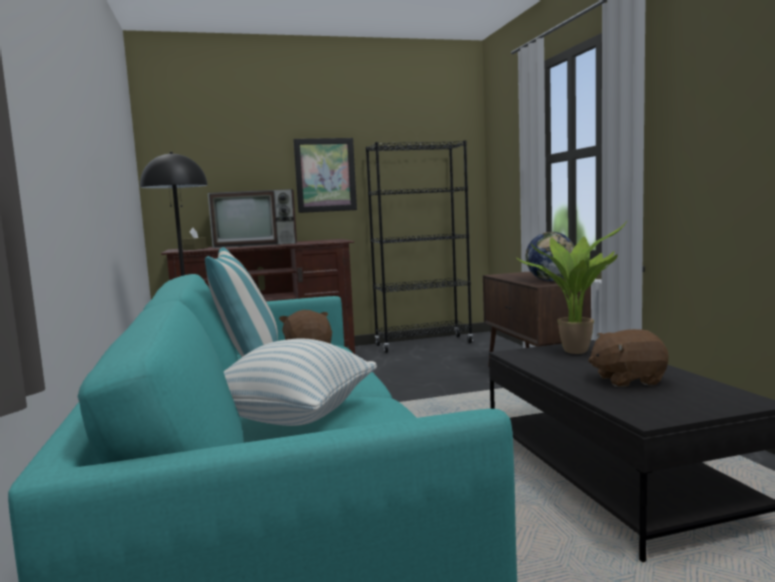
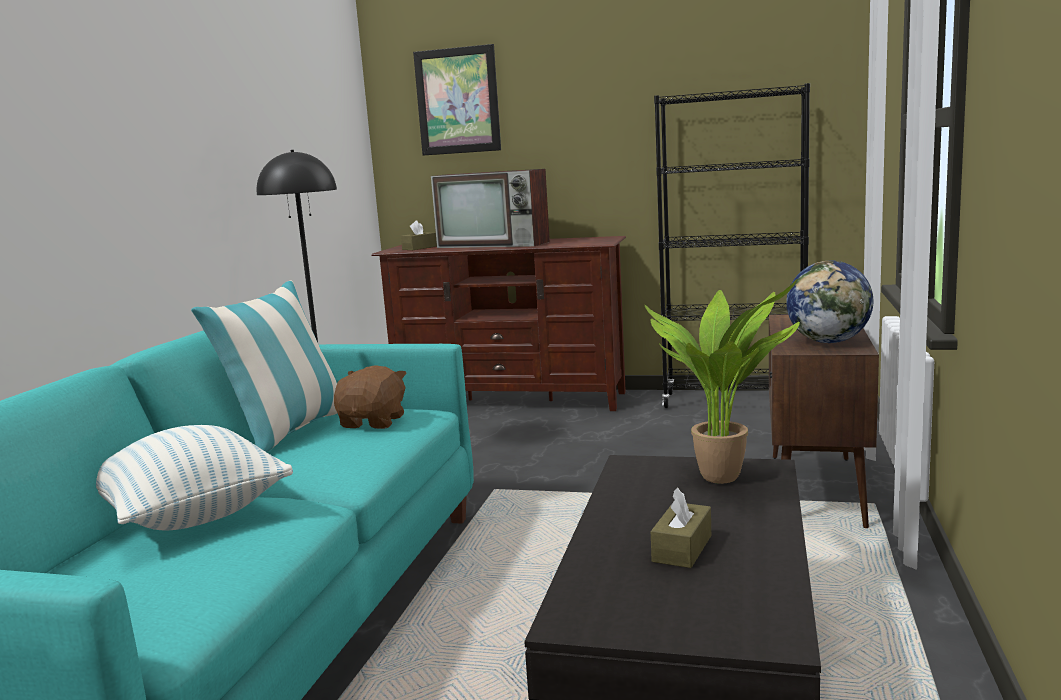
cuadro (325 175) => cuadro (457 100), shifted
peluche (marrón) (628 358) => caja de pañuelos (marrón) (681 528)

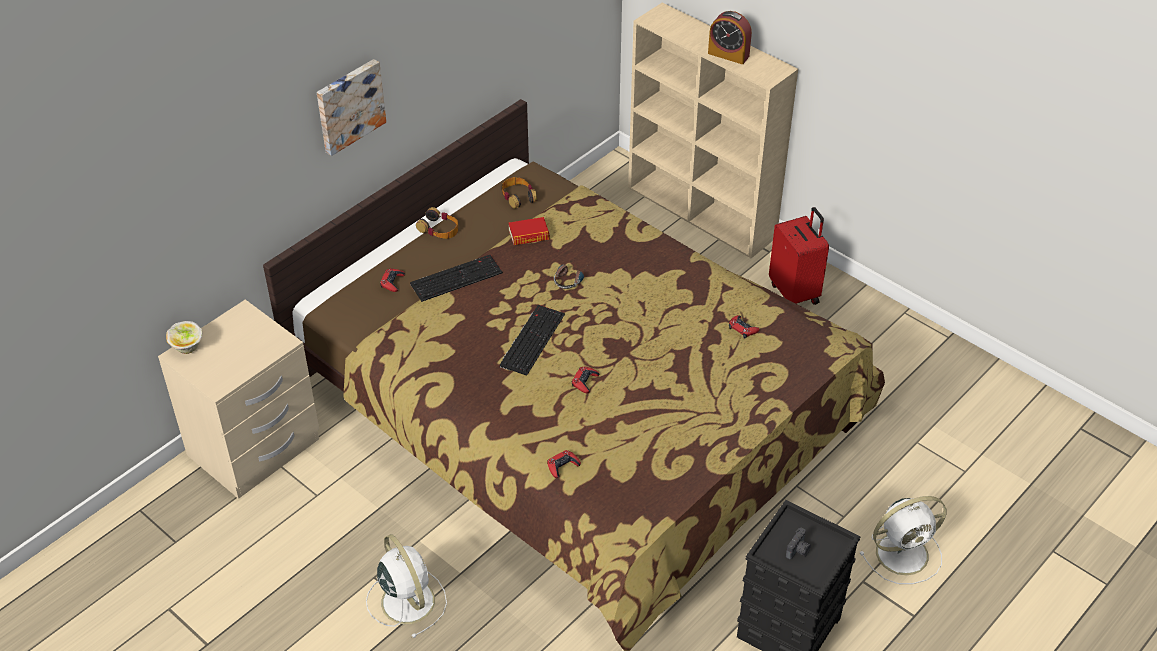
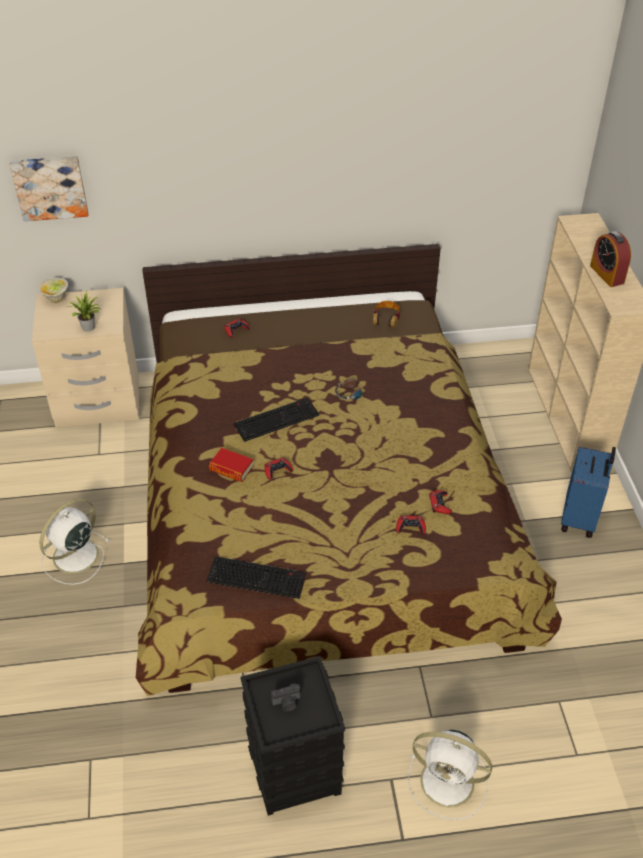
cuadro (351 107) => cuadro (49 188), shifted
ventilador (blanco) (406 586) => ventilador (blanco) (74 542), 150 degrees counterclockwise
nothing => planta en maceta (83 311)
teclado (456 278) => teclado (256 577), shifted
libro (528 231) => libro (231 465), shifted
mando de consola (rojo) (564 464) => mando de consola (rojo) (411 525), shifted
maleta (rojo) (799 256) => maleta (azul) (588 492)
auriculares (437 223) => nothing

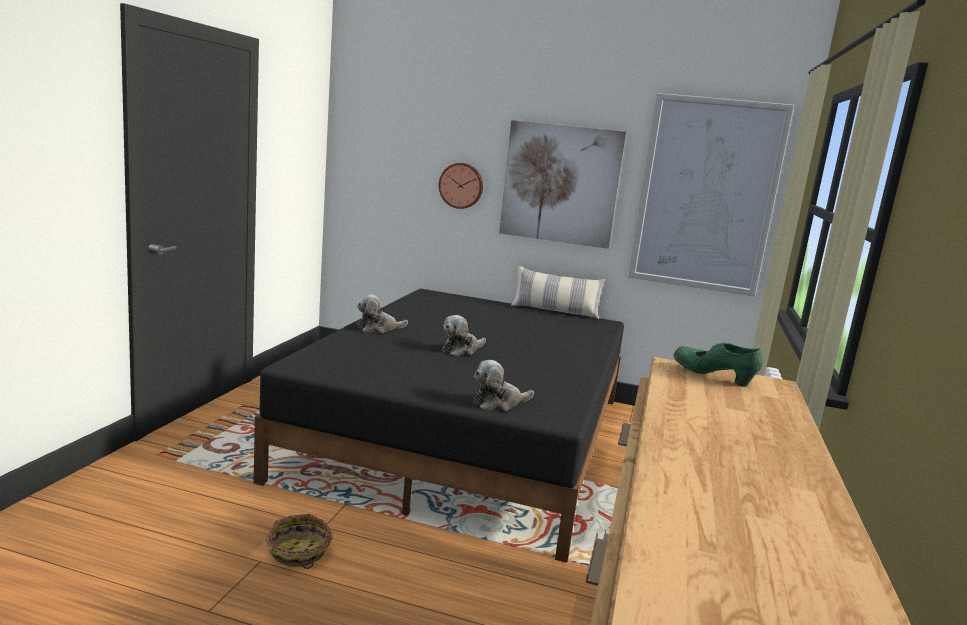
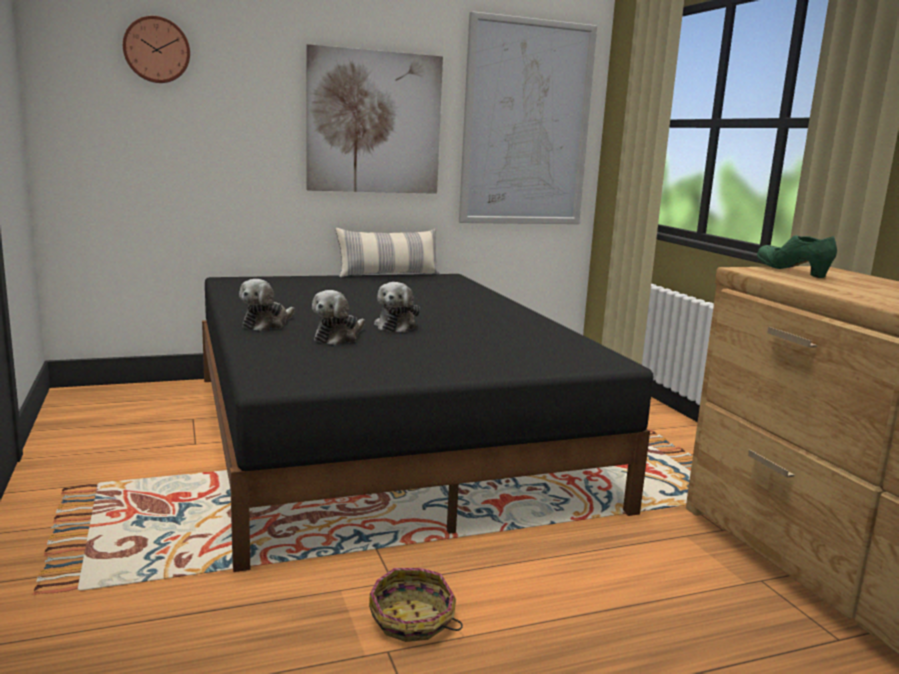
reloj de pared (461 186) => reloj de pared (156 49), shifted
peluche (504 385) => peluche (338 317), shifted
zapato (verde) (718 365) => zapato (verde) (797 256), 60 degrees clockwise

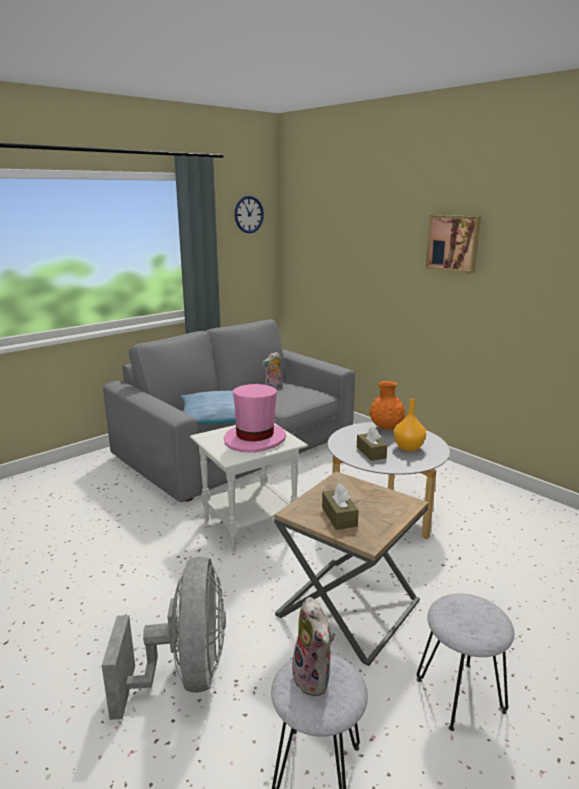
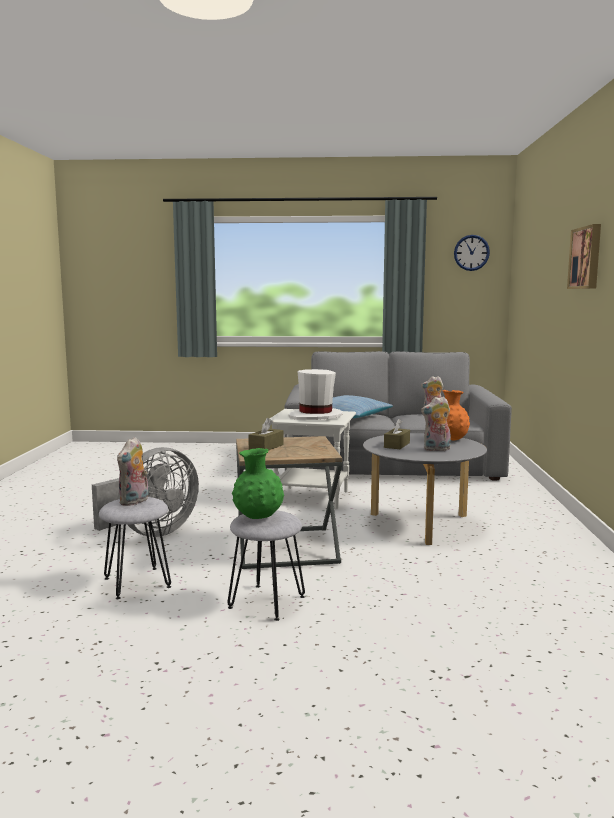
nothing => florero (verde) (258 483)
sombrero (rosa) (255 418) => sombrero (blanco) (315 394)
florero (naranja) (409 424) => peluche (436 423)

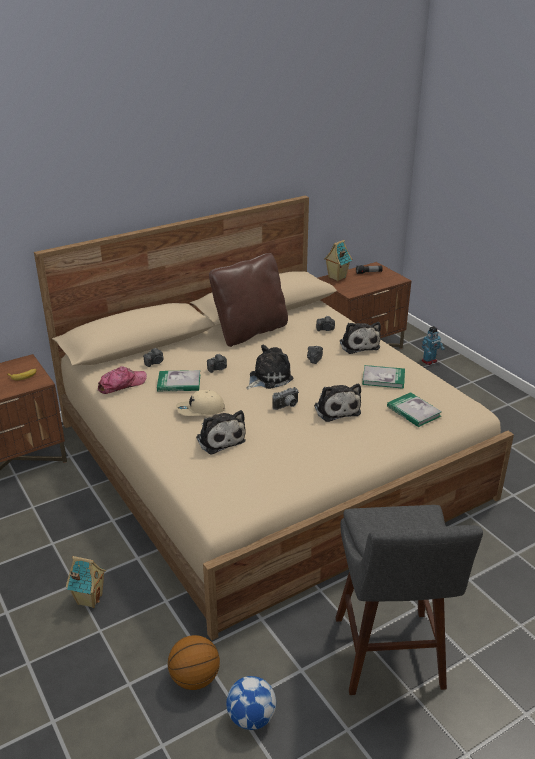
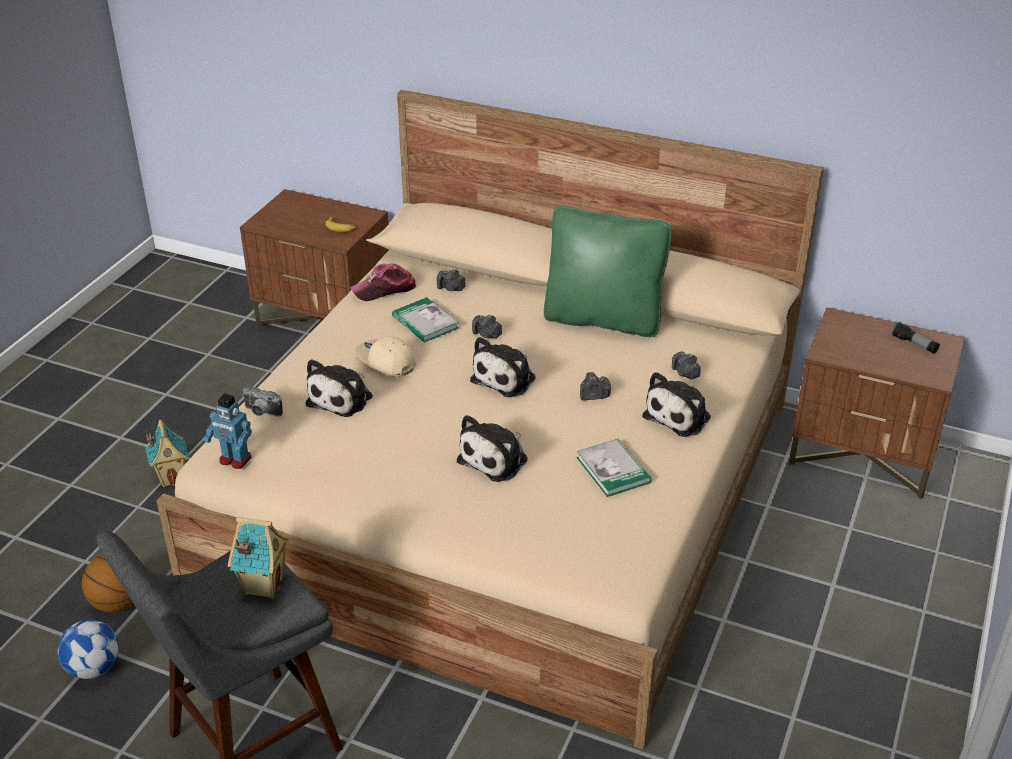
robot de juguete (433 345) => robot de juguete (227 431), shifted
casita (338 260) => casita (258 558), shifted
cámara (285 398) => cámara (262 401), shifted
gorra (122 380) => gorra (383 282), 135 degrees clockwise
peluche (270 367) => peluche (503 367), 105 degrees clockwise
cojín (marrón) (248 300) => cojín (verde) (608 271)
libro (414 409) => nothing

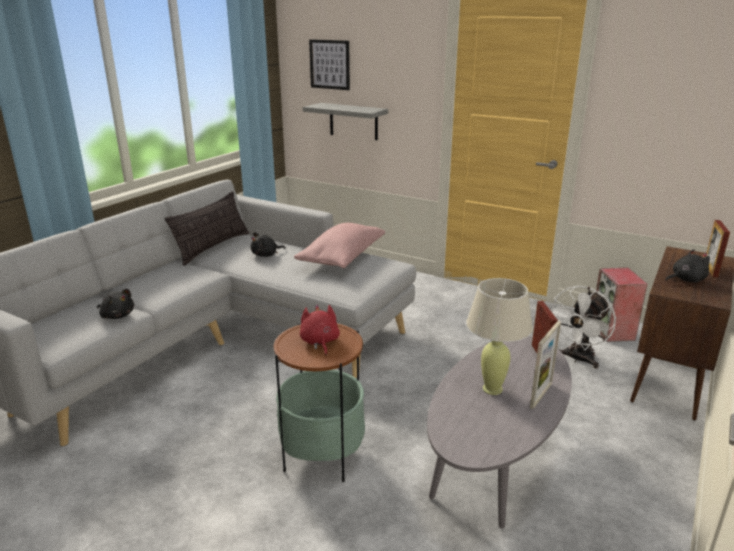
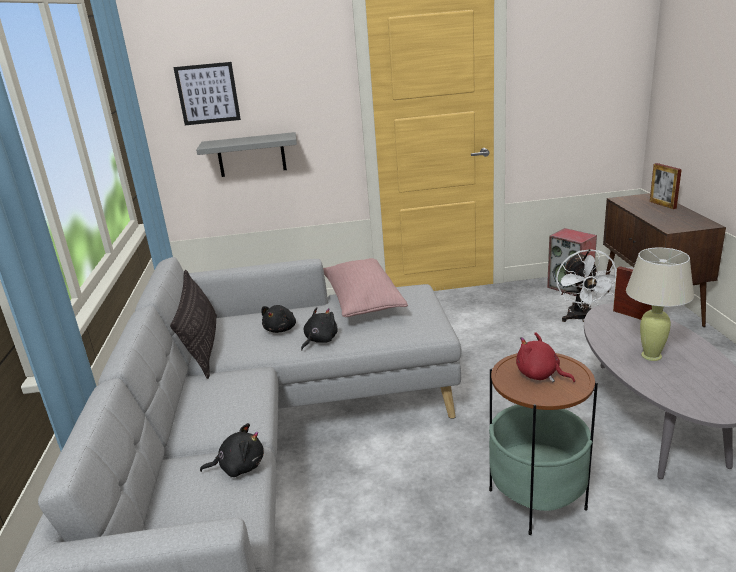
peluche (negro) (687 266) => peluche (negro) (319 328), shifted
portarretratos (545 365) => nothing

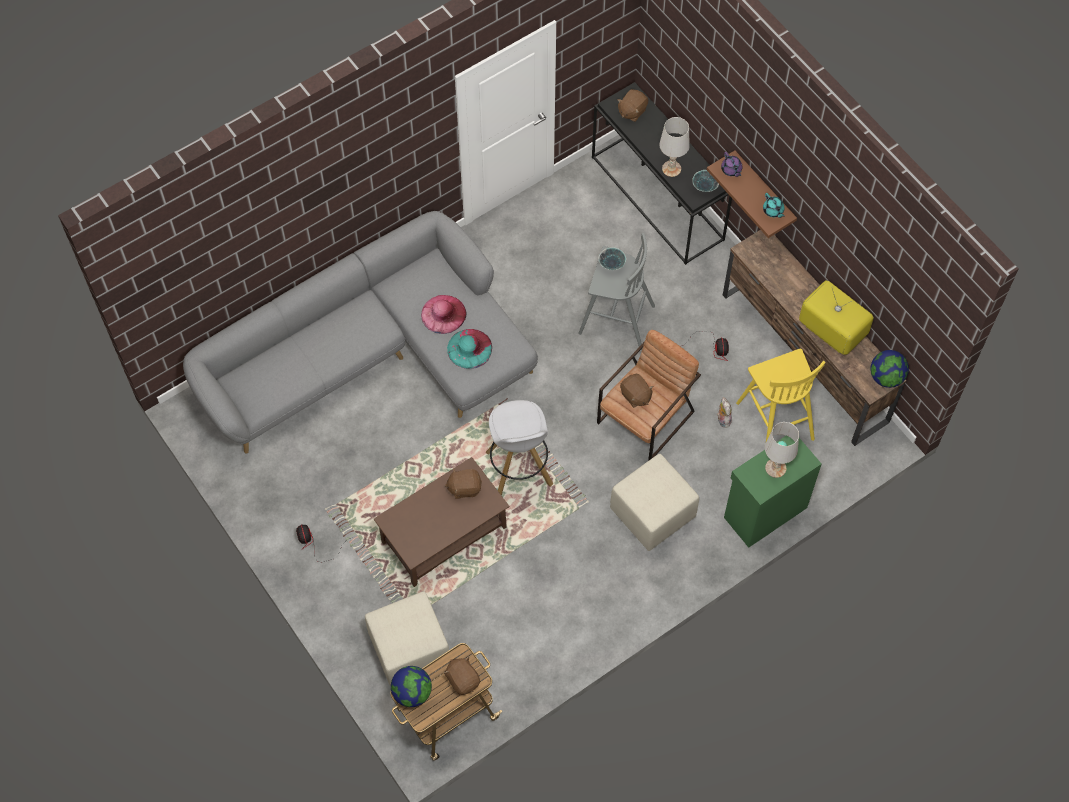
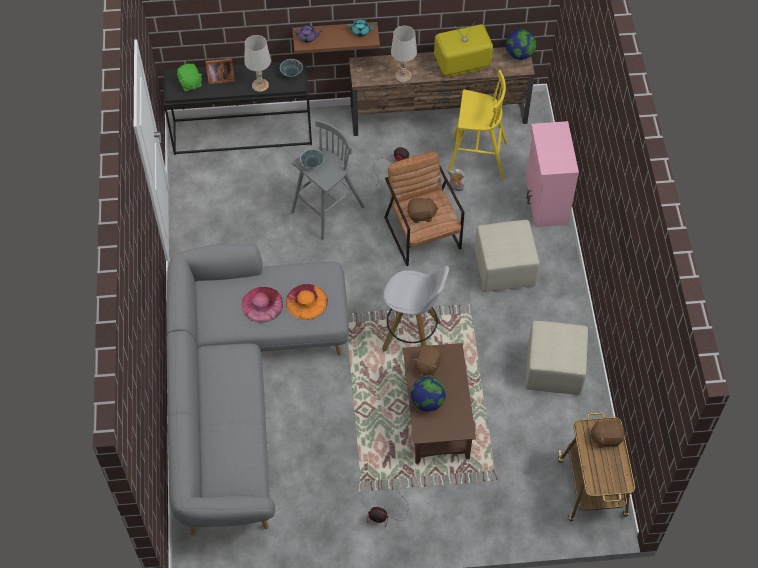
peluche (marrón) (633 105) => peluche (verde) (189 78)
nothing => portarretratos (220 71)
sombrero (turquesa) (469 349) => sombrero (naranja) (307 302)
lámpara de mesa (blanco) (782 450) => lámpara de mesa (blanco) (404 54), shifted
globo terráqueo (411 686) => globo terráqueo (428 394), shifted
puf (beis) (407 639) => puf (beis) (556 358), shifted
armario (verde) (773 492) => armario (rosa) (552 174)

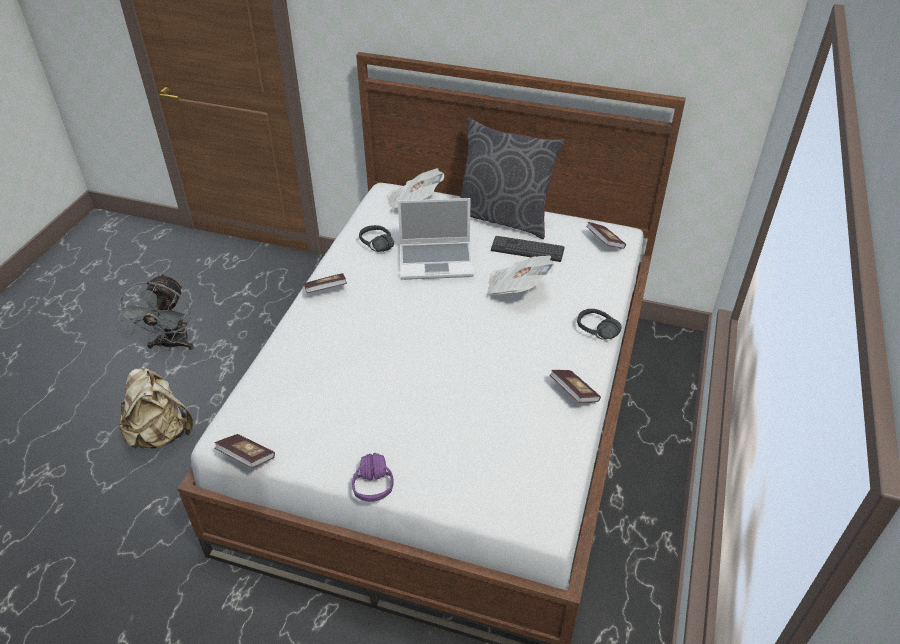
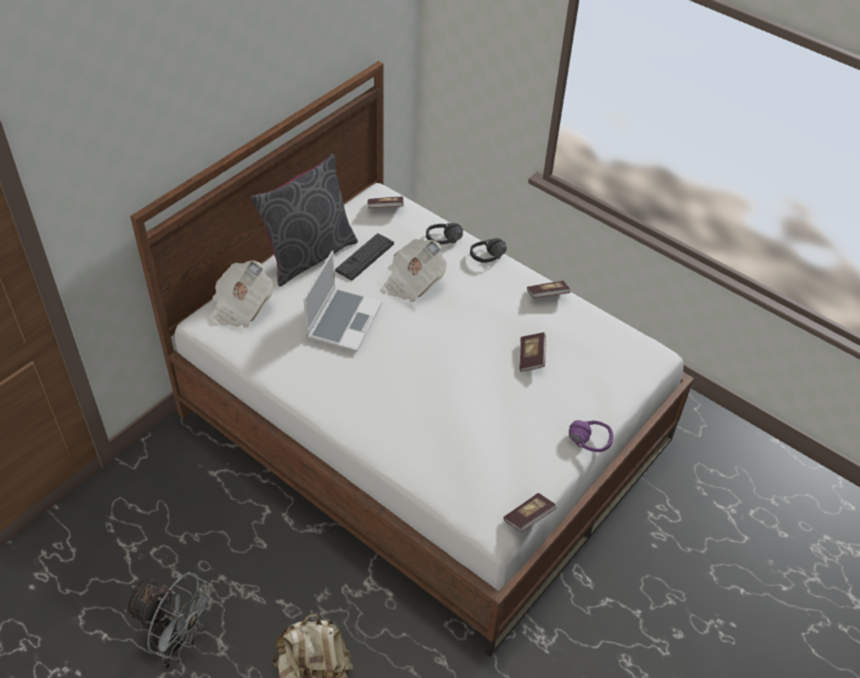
auriculares (negro) (376 238) => auriculares (negro) (444 234), shifted
libro (325 283) => libro (532 352), shifted

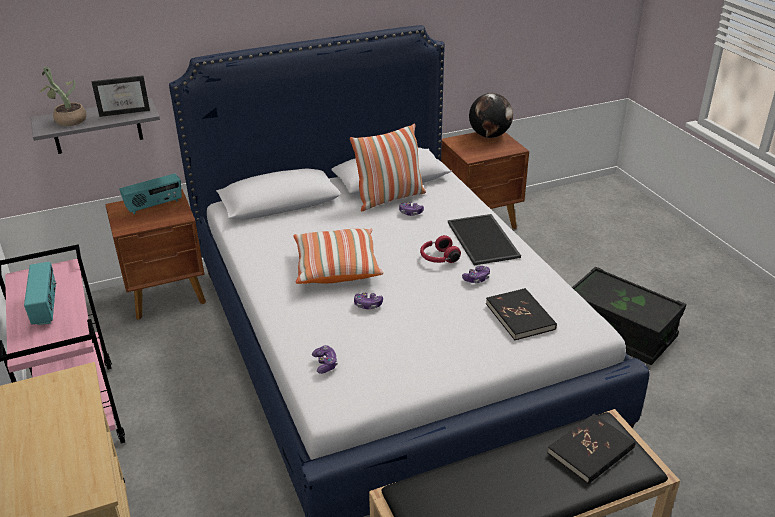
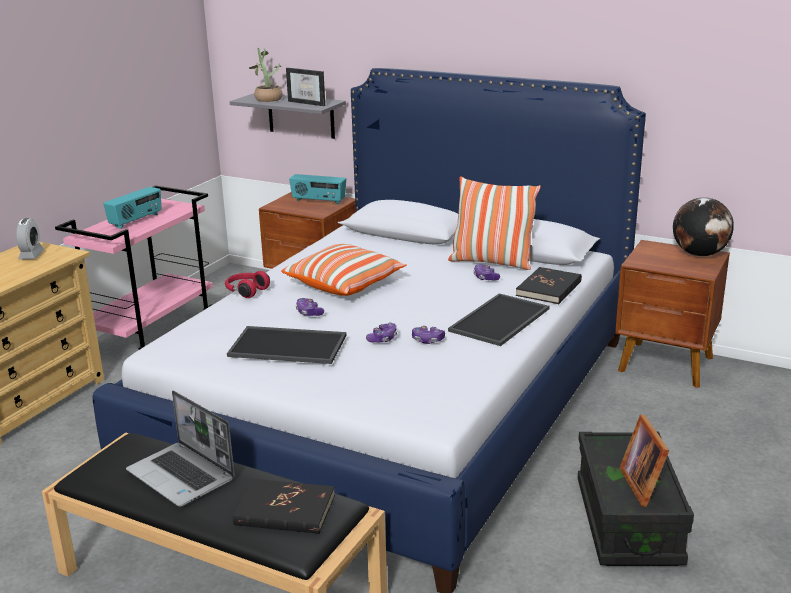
nothing => despertador (30 238)
nothing => portátil (180 449)
auriculares (rojo) (440 249) => auriculares (rojo) (247 284), shifted
nothing => bandeja (286 345)
mando de consola (325 359) => mando de consola (381 332), shifted
libro (negro) (521 314) => libro (negro) (549 285), shifted
nothing => portarretratos (644 460)

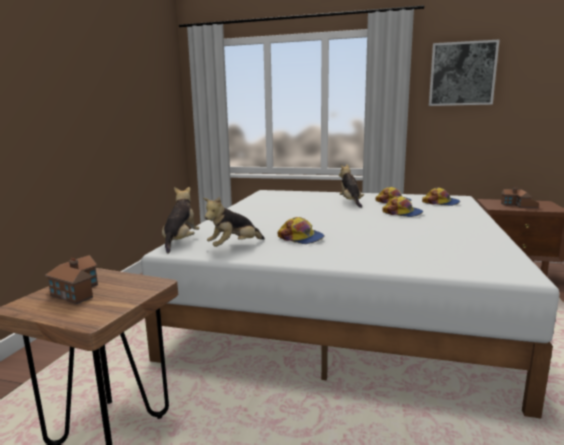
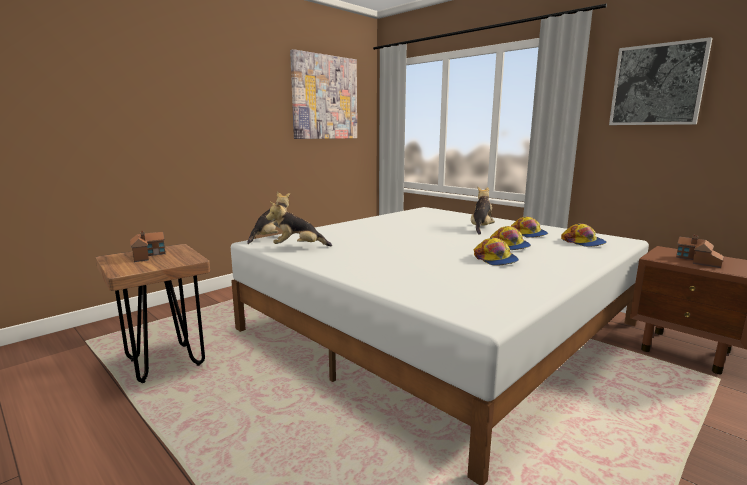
nothing => cuadro (323 94)
gorra (301 230) => gorra (496 252), shifted

